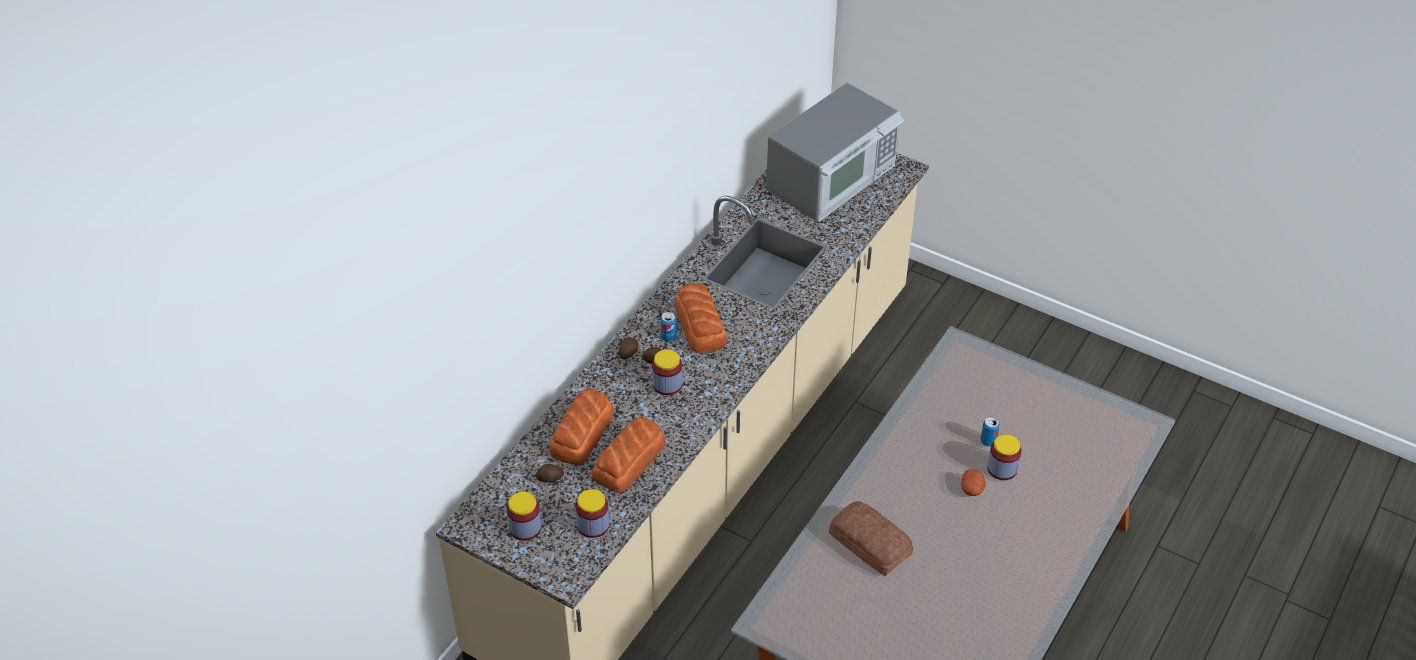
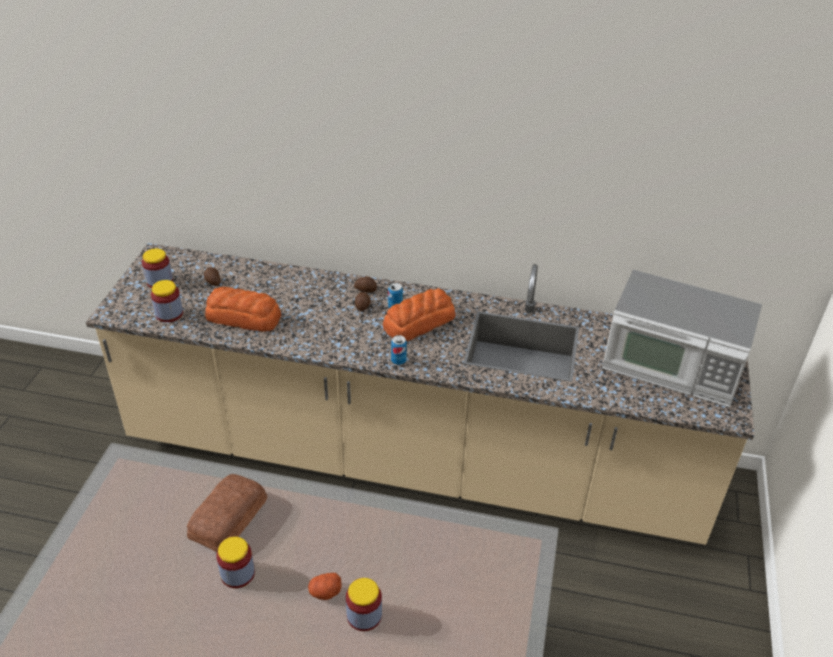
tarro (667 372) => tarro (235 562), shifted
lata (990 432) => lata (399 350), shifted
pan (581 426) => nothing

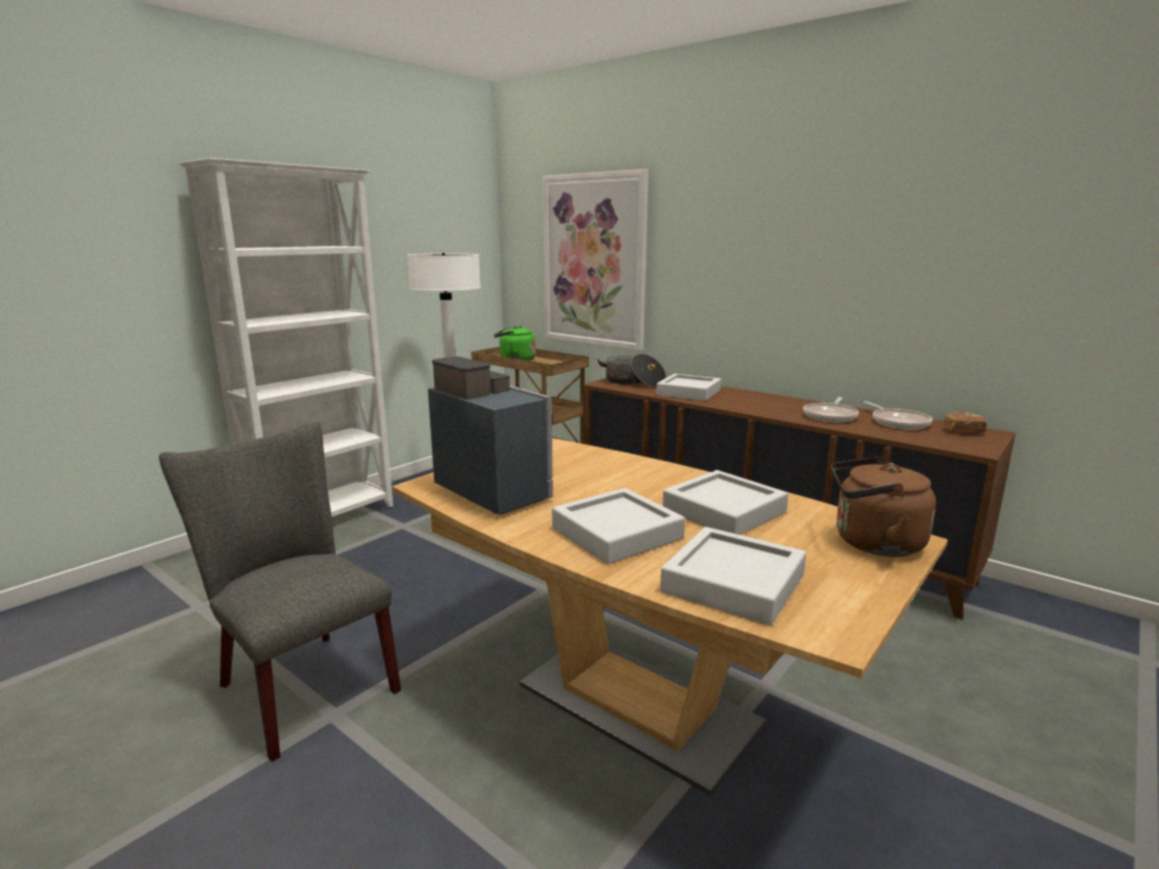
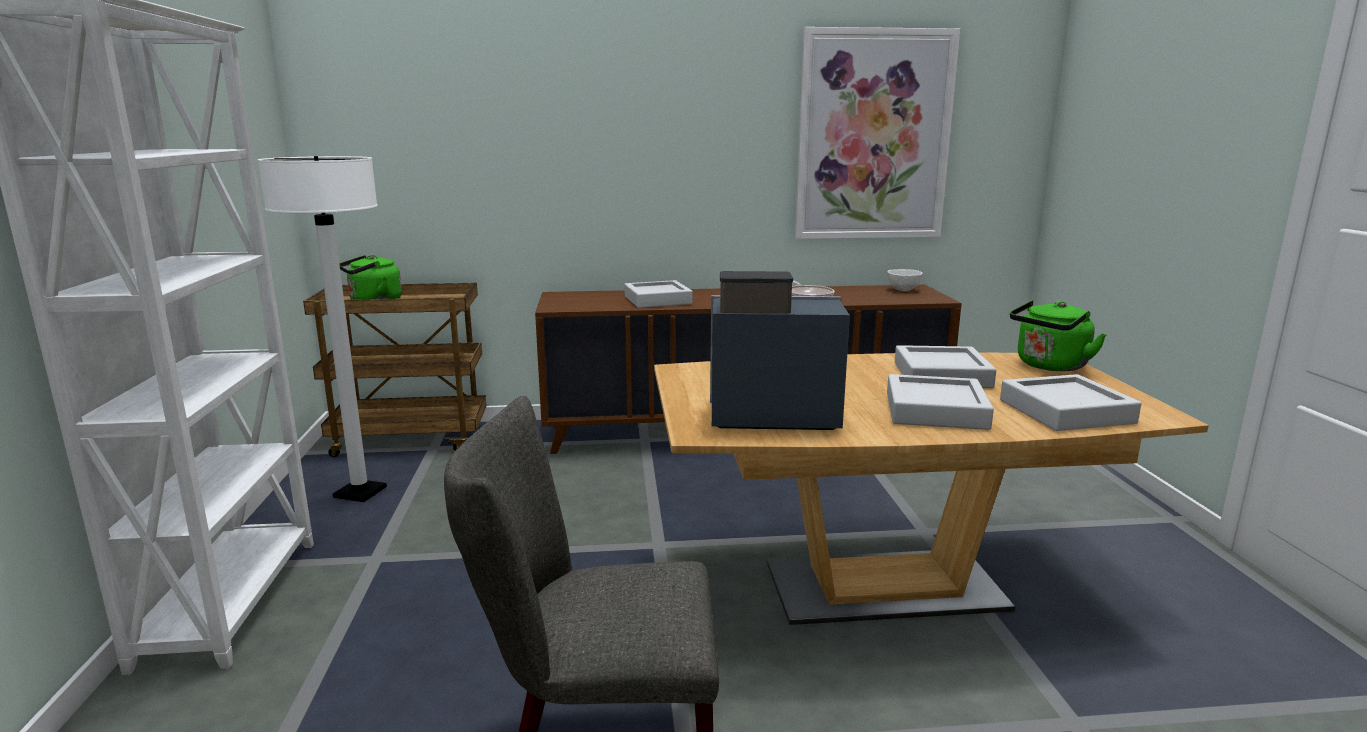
cuadro (595 259) => cuadro (877 133), shifted
pan (965 422) => cuenco (blanco) (905 280)
hervidor (marrón) (883 507) => hervidor (verde) (1058 335)
olla (631 370) => nothing
sartén (897 415) => nothing

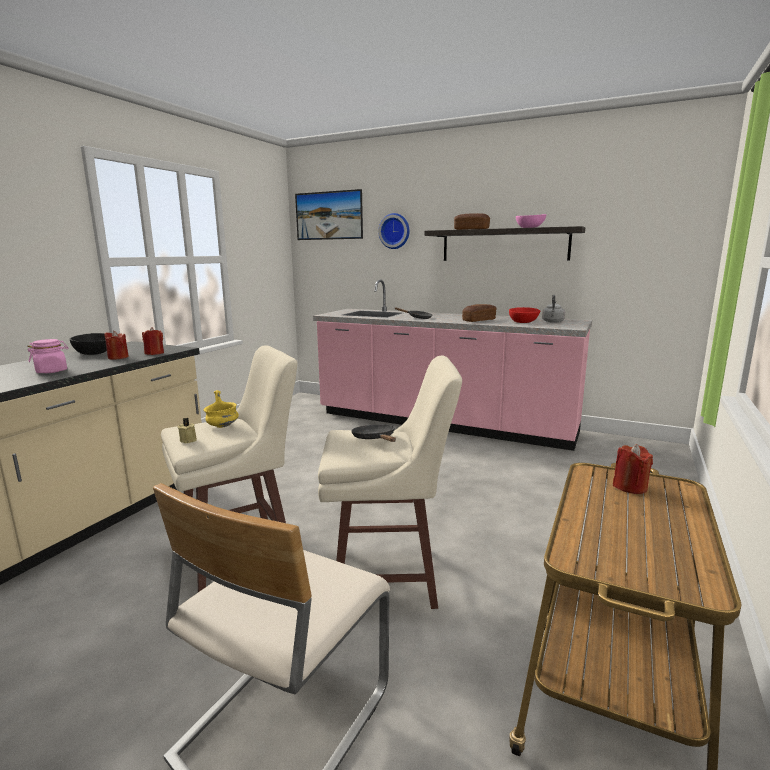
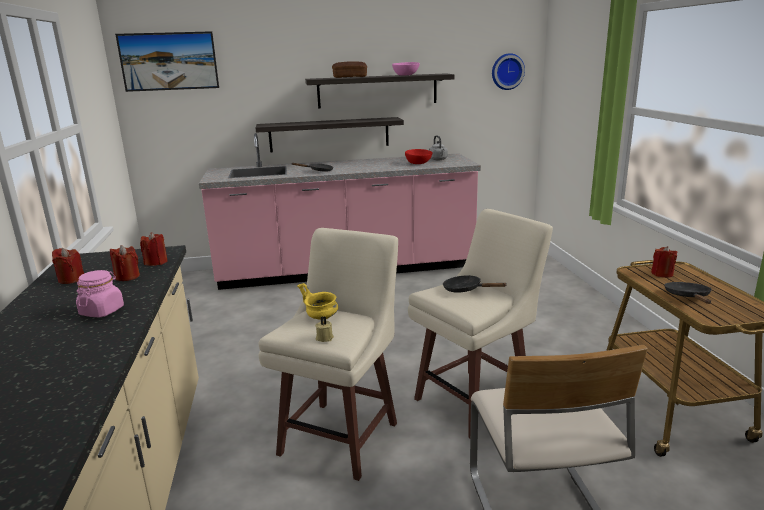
cuenco (negro) (88 344) => vela (rojo) (68 266)
nothing => estante (330 134)
reloj de pared (394 231) => reloj de pared (508 71), shifted
nothing => sartén (negro) (688 293)
pan (479 313) => nothing

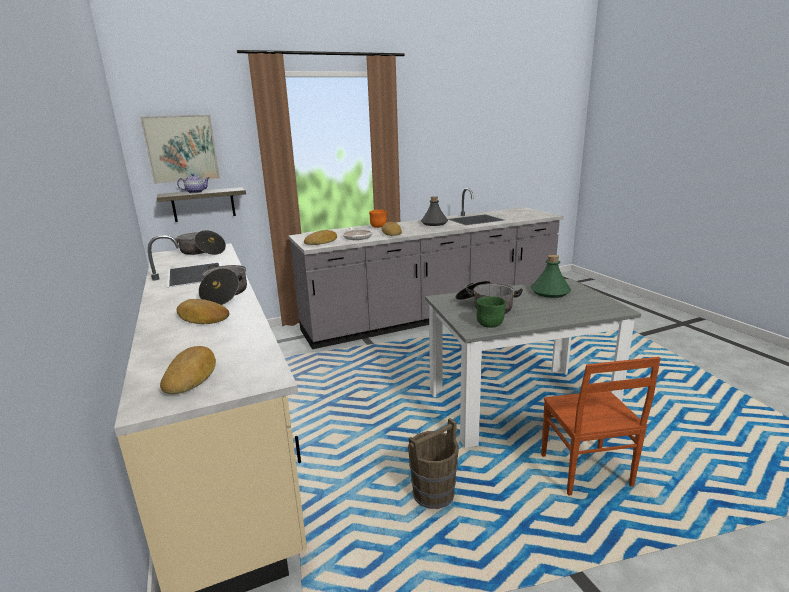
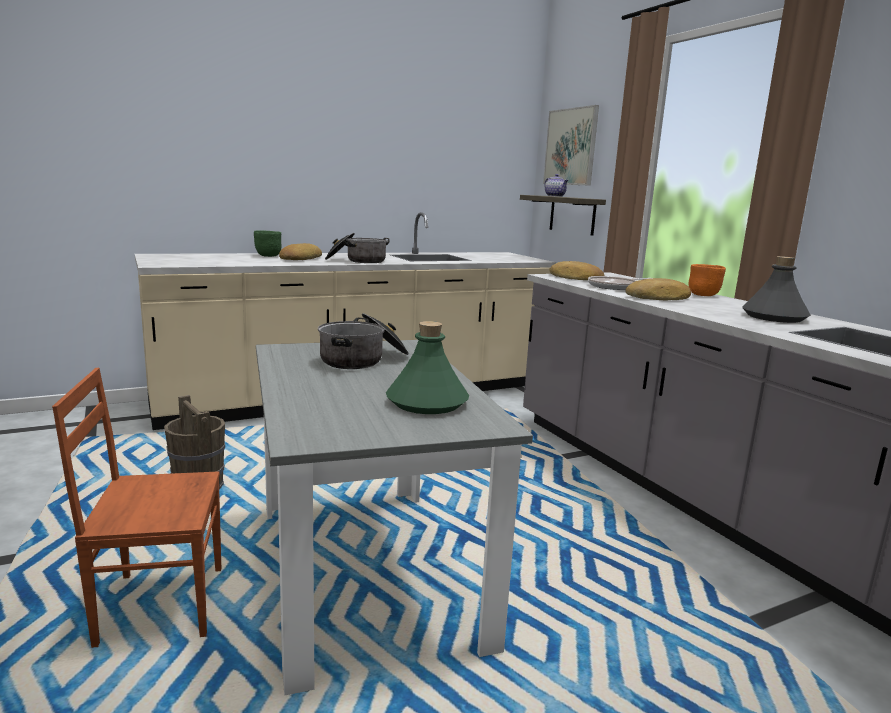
cuenco (verde) (491 311) => cuenco (verde) (267 243), shifted
pan (188 370) => nothing
olla (200 242) => nothing

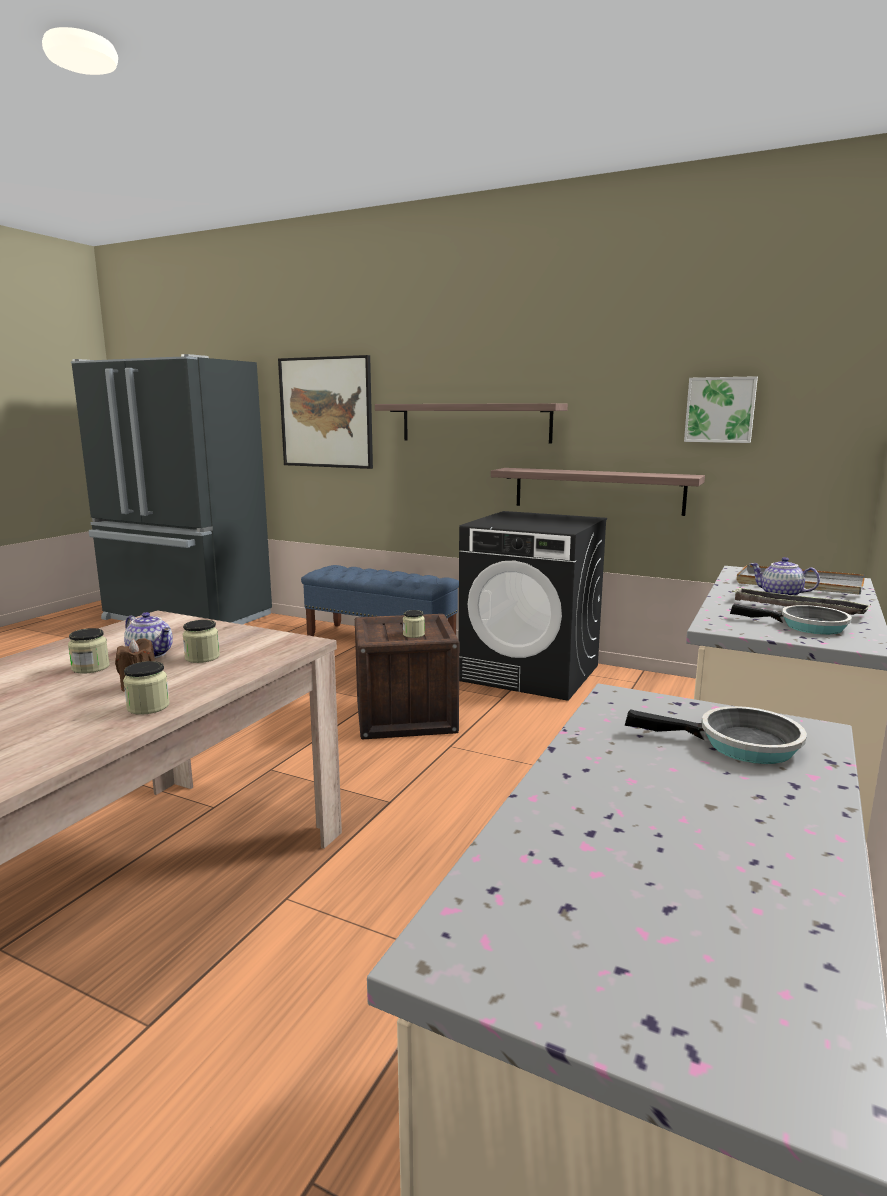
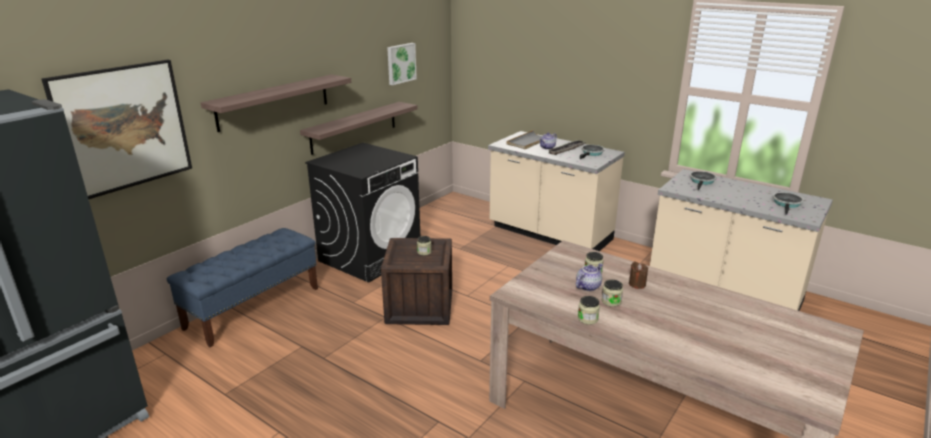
tarro (146 688) => tarro (589 310), shifted
nothing => sartén (788 203)

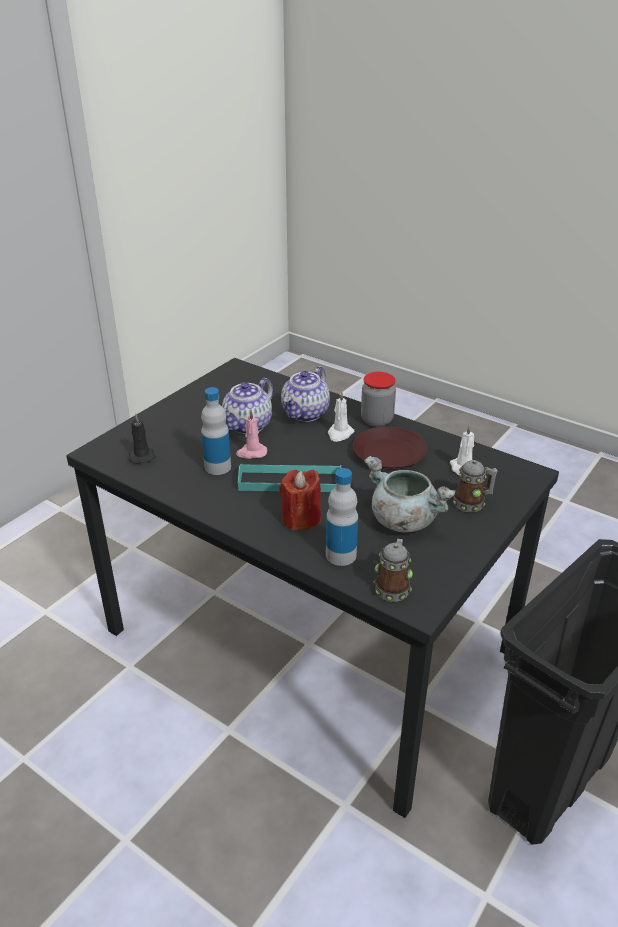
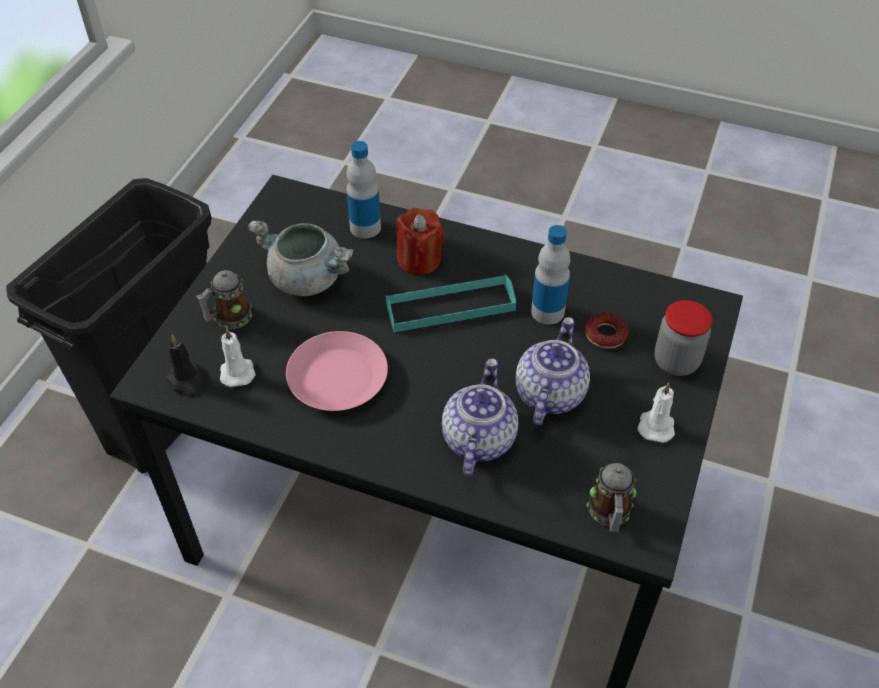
vela (negro) (142 439) => vela (negro) (185 366), shifted
plato (marrón) (390 448) => plato (rosa) (337 371)
nothing => rosquilla (606 330)
taza grande (393 570) => taza grande (611 497), shifted
vela (blanco) (341 416) => vela (blanco) (656 412), shifted
tarro (378 399) => tarro (683 338), shifted
vela (rosa) (251 434) => nothing

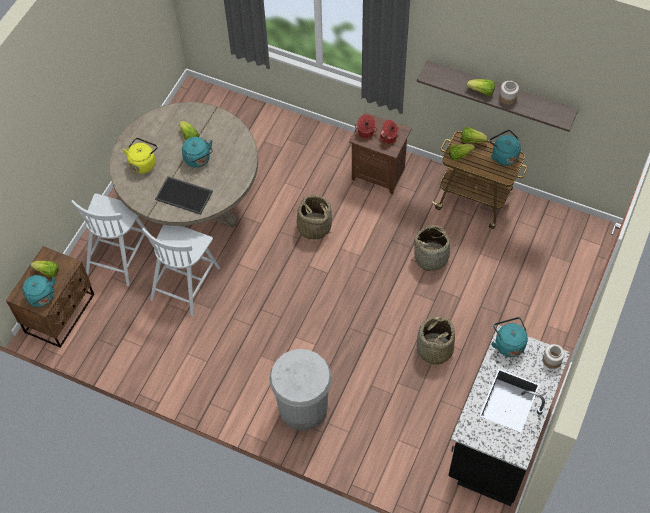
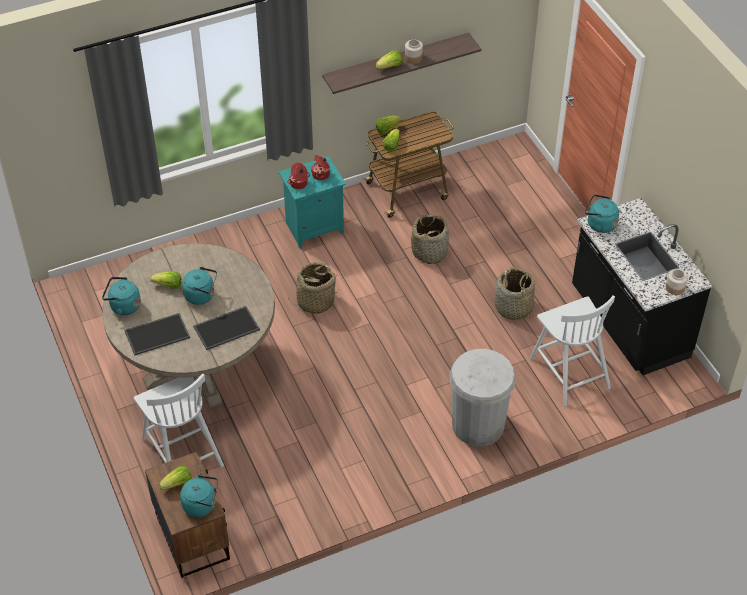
hervidor (turquesa) (505 148) => hervidor (turquesa) (121 296), shifted
hervidor (amarillo) (140 156) => bandeja (157 334)
mesita de noche (marrón) (380 153) => mesita de noche (turquesa) (312 202)
silla (blanco) (181 270) => silla (blanco) (572 351), shifted
tarro (554 356) => tarro (677 282), shifted

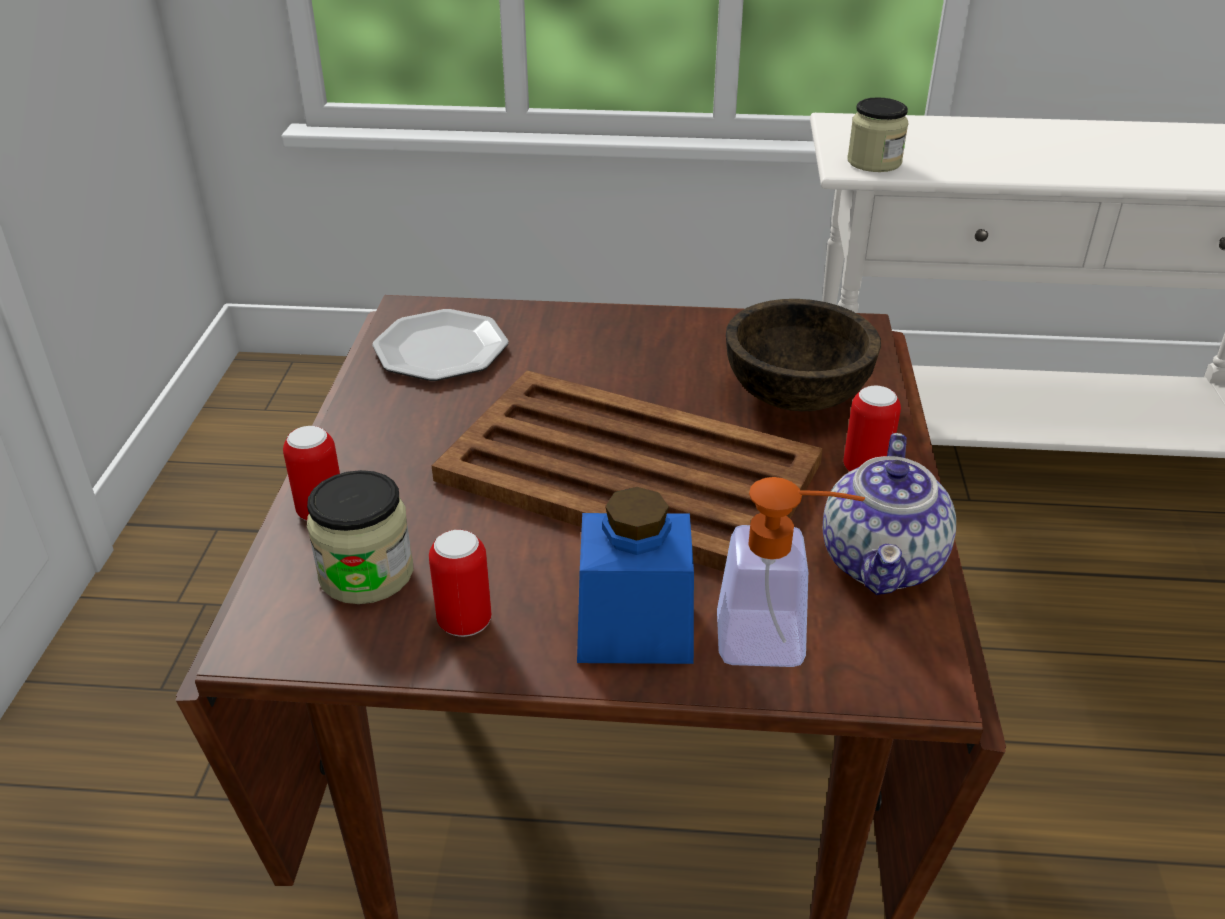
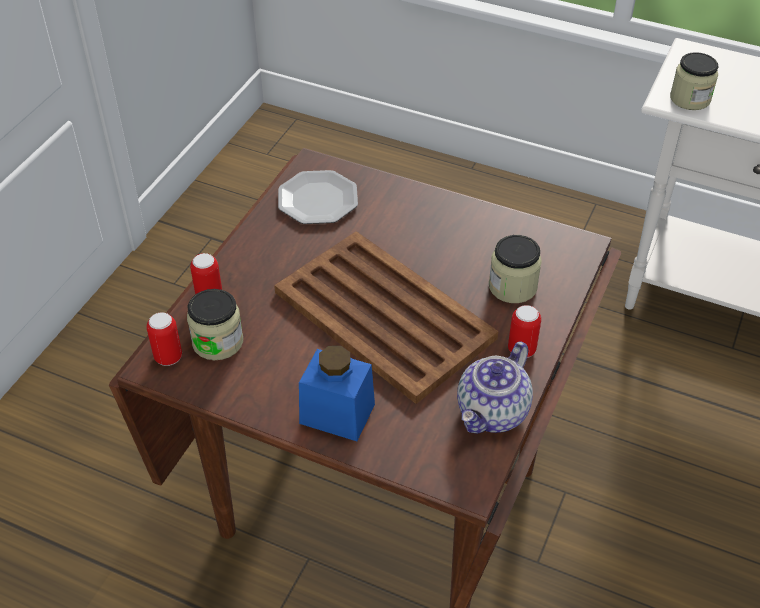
lata (460 583) => lata (164 339), shifted
cuenco (marrón) (803 355) => tarro (515 269)
dispensador de jabón (791 572) => nothing

